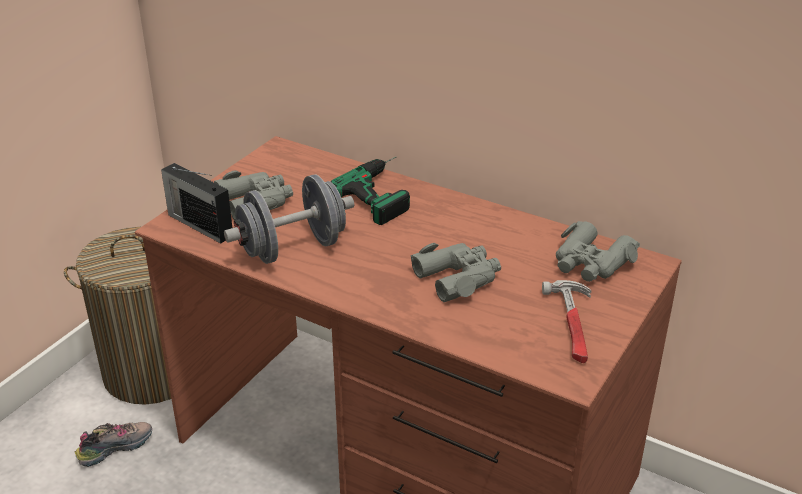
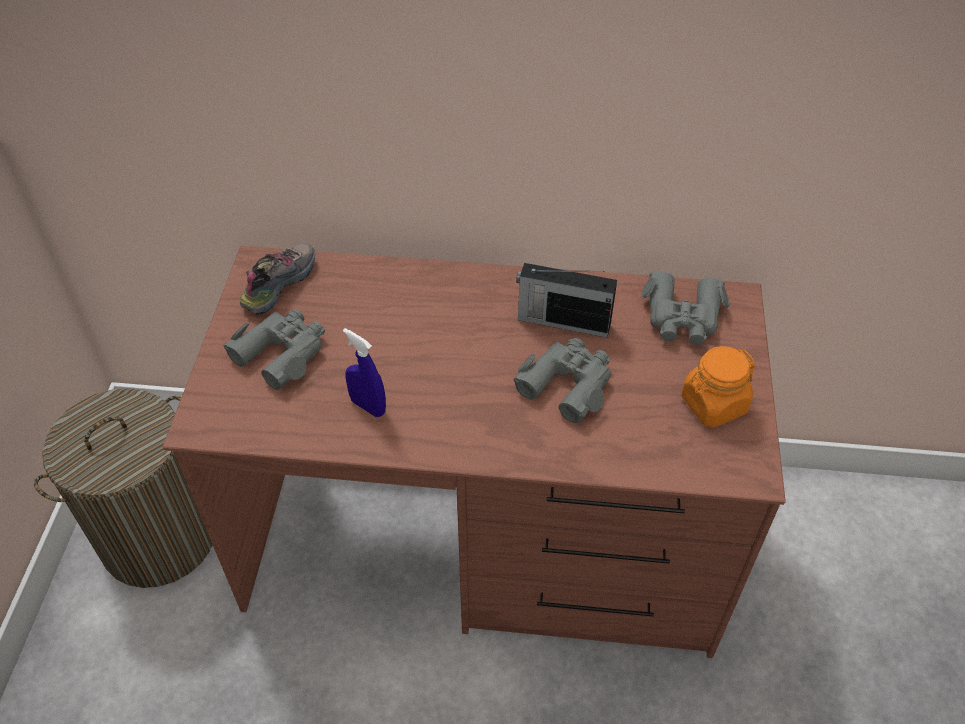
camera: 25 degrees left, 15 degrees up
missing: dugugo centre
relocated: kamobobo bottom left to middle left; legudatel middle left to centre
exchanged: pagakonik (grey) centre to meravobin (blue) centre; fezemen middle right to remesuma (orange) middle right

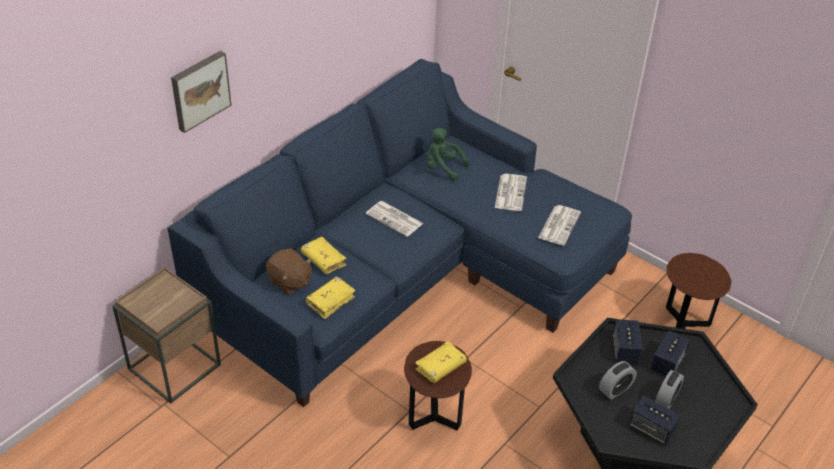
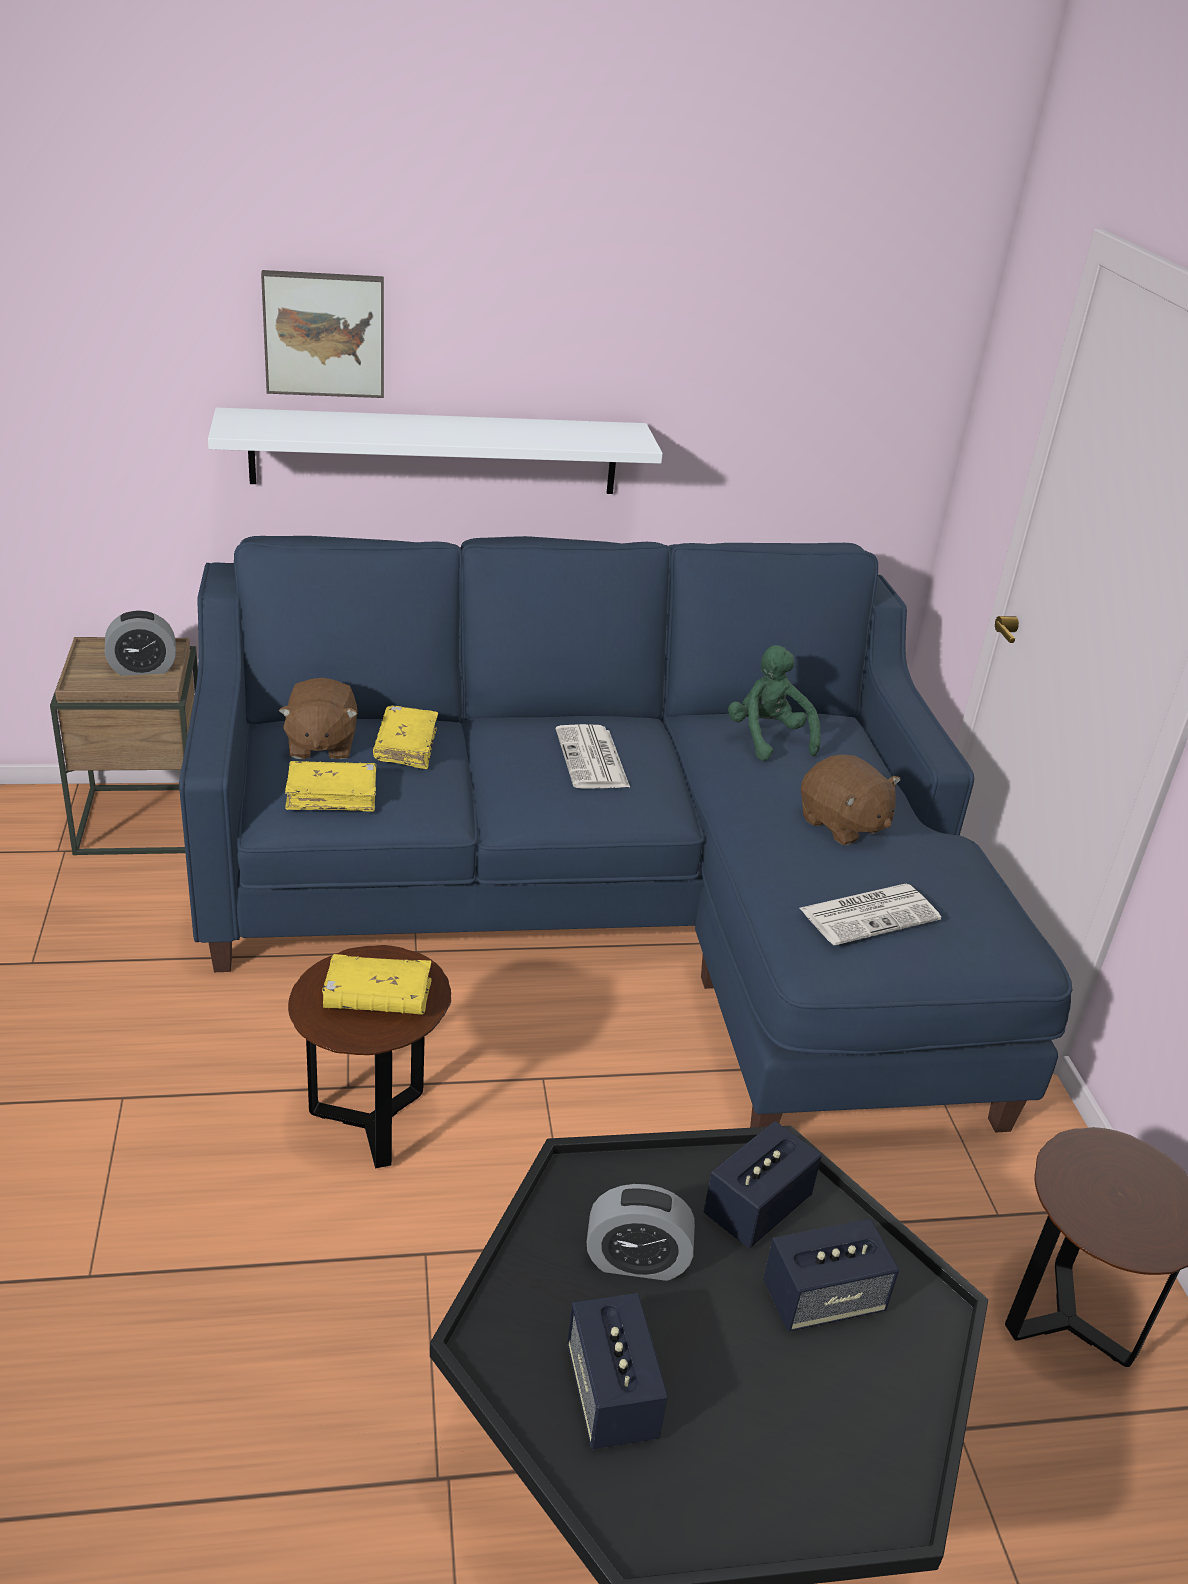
camera: 40 degrees right, 10 degrees down
appeared: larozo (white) top centre
relocated: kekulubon (no. 2 from left in the first image) bottom right to kekulubon (no. 1 from left) middle left
exchanged: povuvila (no. 2 from left) centre to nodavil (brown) (no. 2 from left) middle right

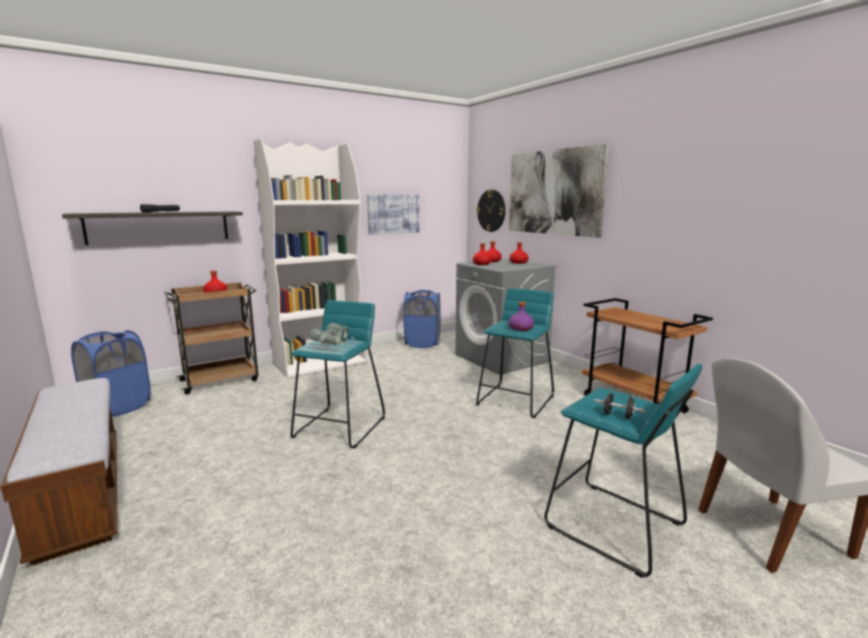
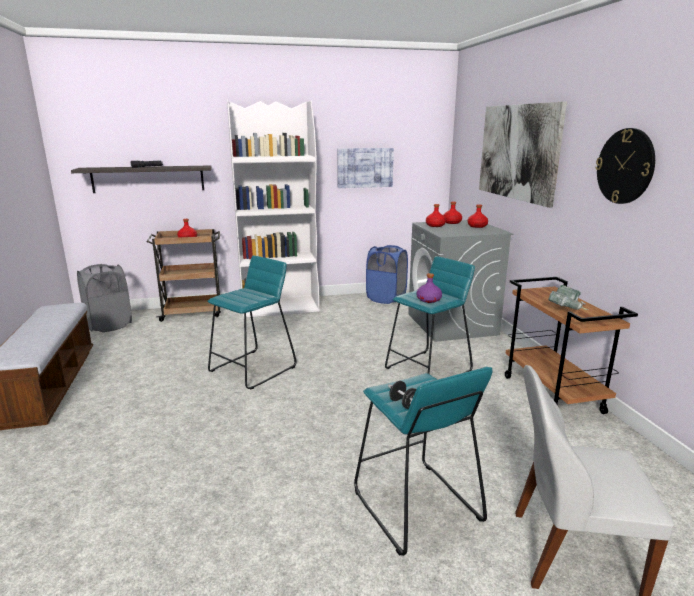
camera: 20 degrees right, 5 degrees up
relocated: dugugo centre to middle right; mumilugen top centre to top right
colour: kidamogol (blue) (no. 1 from left) middle left to kidamogol (grey) middle left

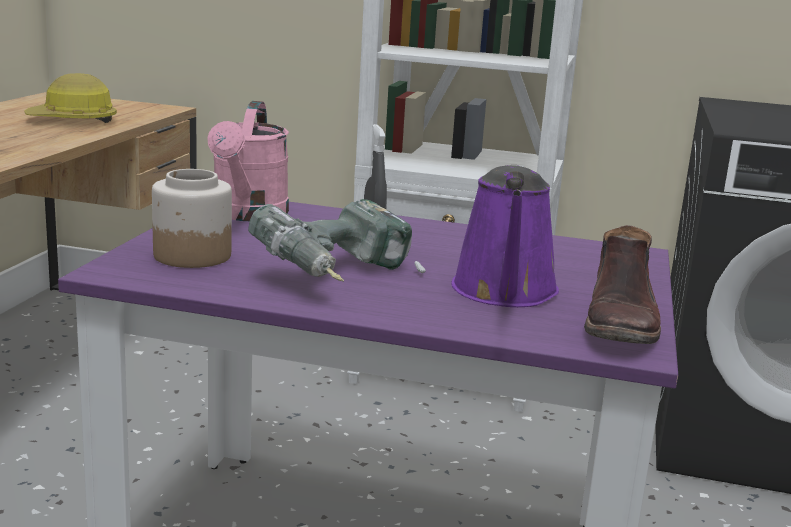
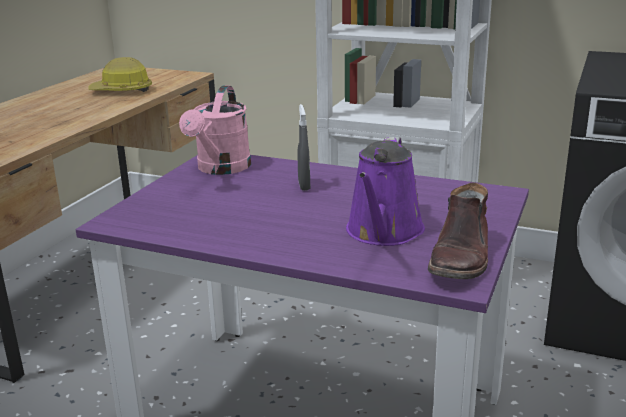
camera: 10 degrees right, 5 degrees up
missing: remesuma middle left; dugugo centre

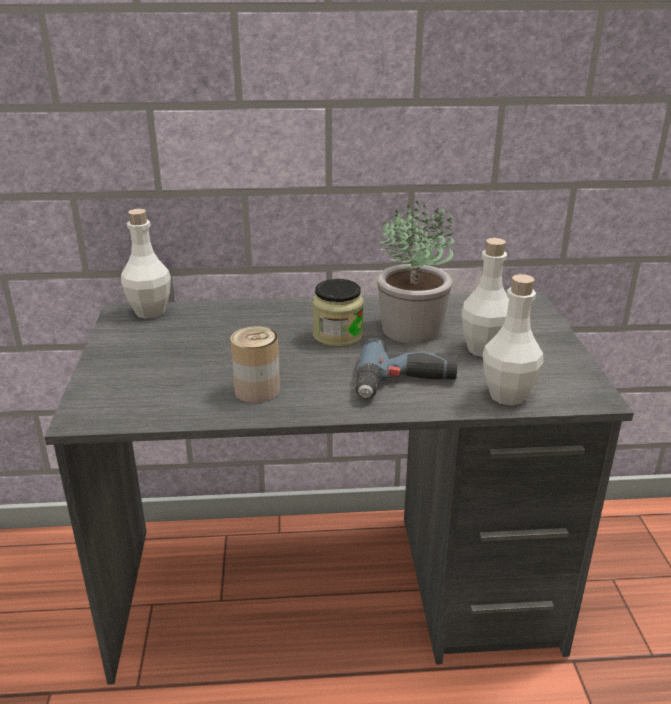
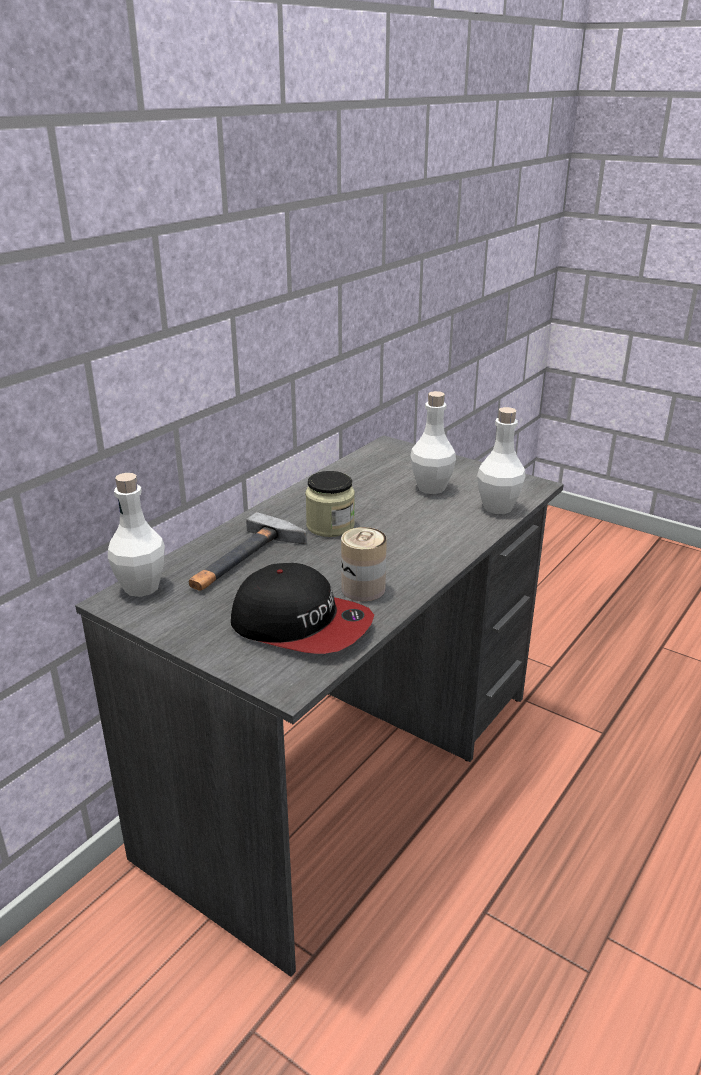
camera: 50 degrees left, 0 degrees up
missing: dugugo centre; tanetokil centre
appeared: fezemen centre; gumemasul centre

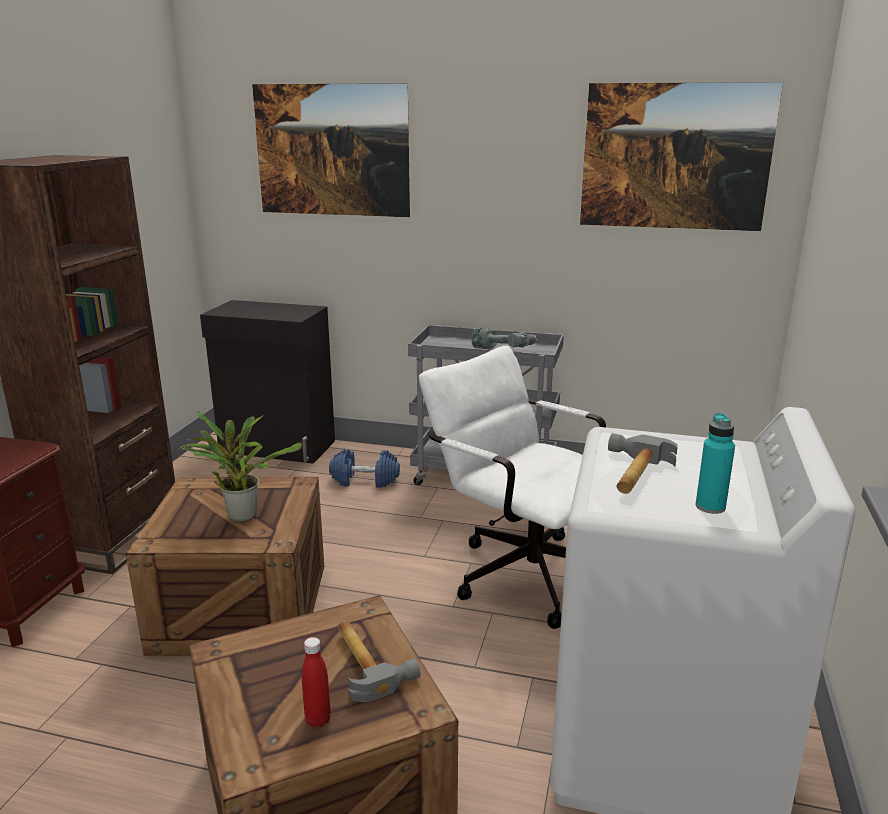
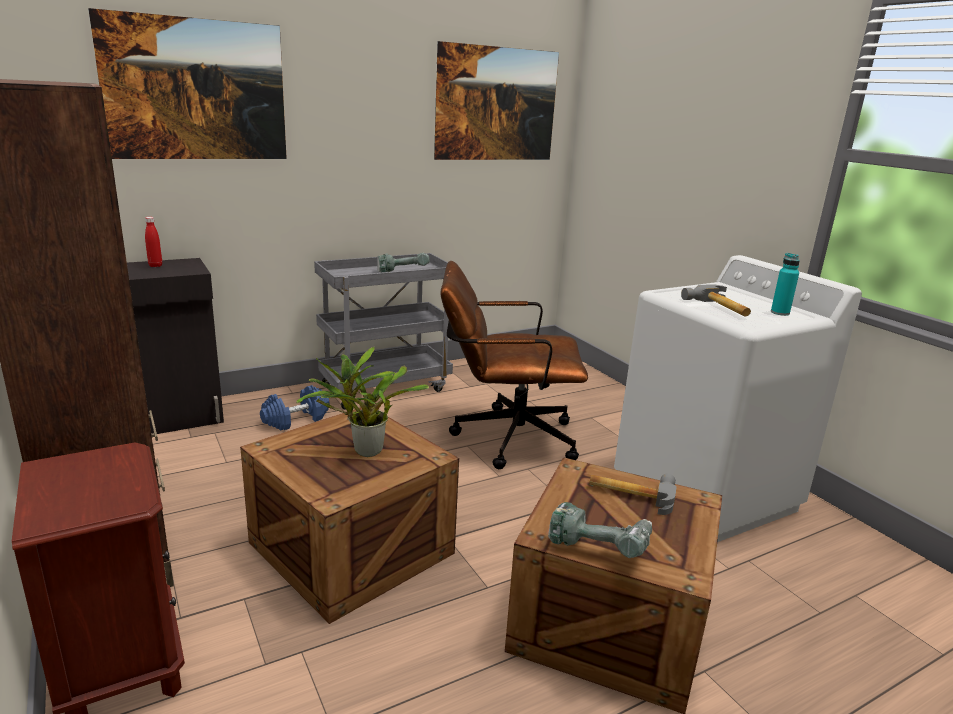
camera: 45 degrees left, 0 degrees up
appeared: dugugo (no. 2 from left) bottom centre
relocated: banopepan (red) bottom centre to middle left
colour: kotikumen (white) centre to kotikumen (brown) centre

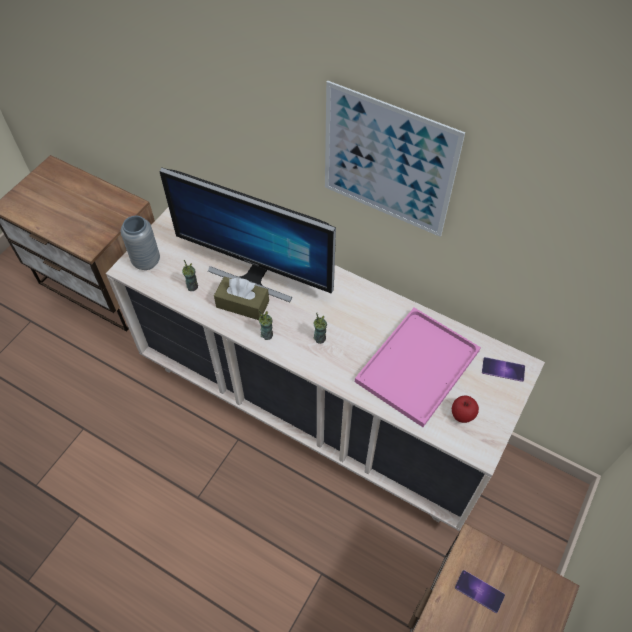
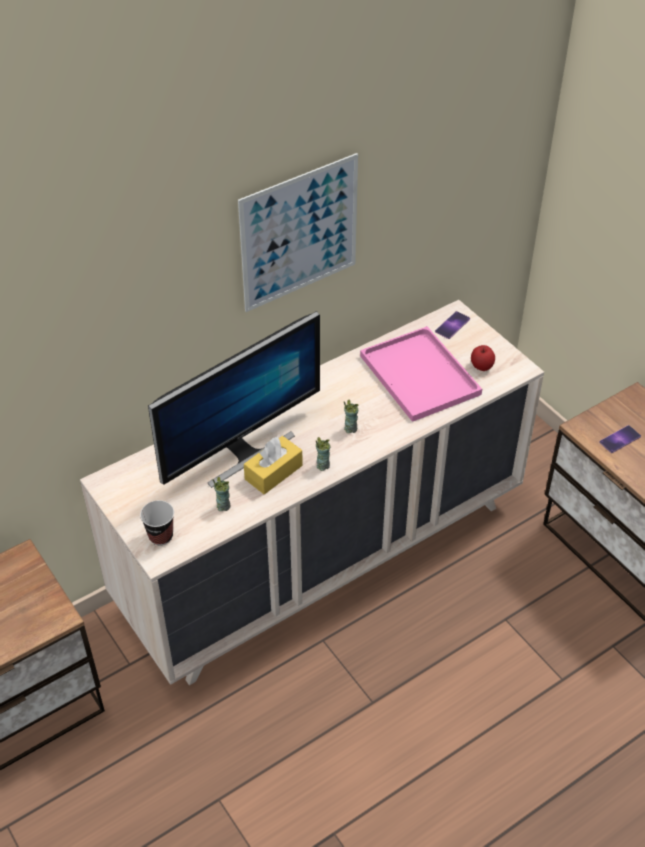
camera: 65 degrees left, 10 degrees down
exchanged: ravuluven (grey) middle left to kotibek (no. 1 from left) middle left
colour: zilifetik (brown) centre to zilifetik (yellow) centre

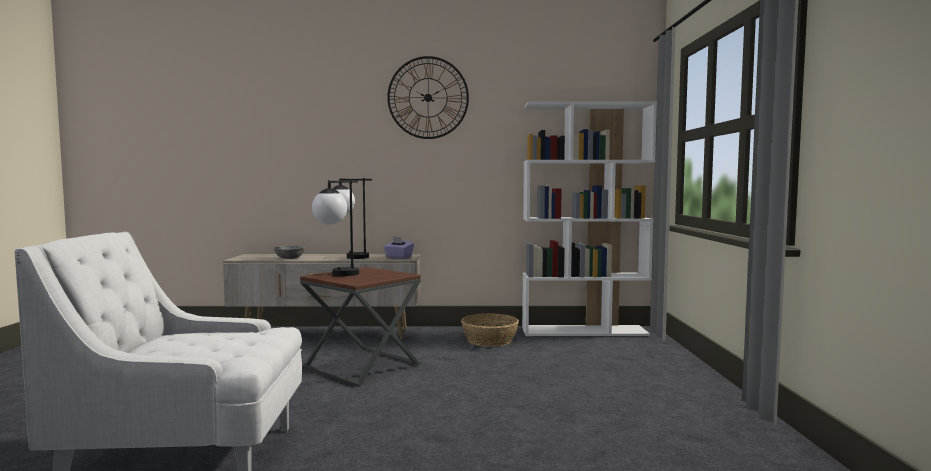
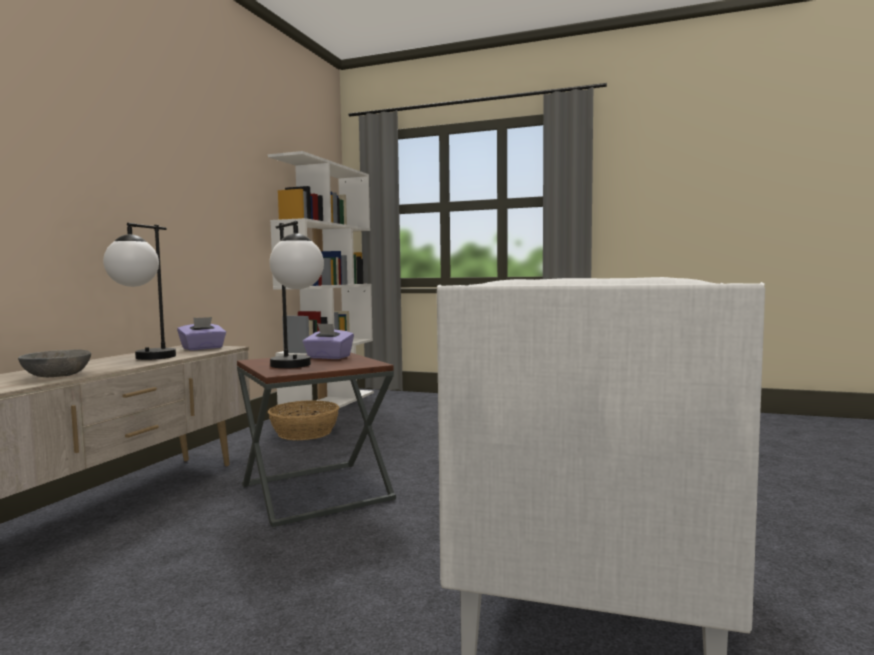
camera: 70 degrees left, 0 degrees up
missing: mumilugen top centre
appeared: zilifetik (purple) (no. 2 from left) centre

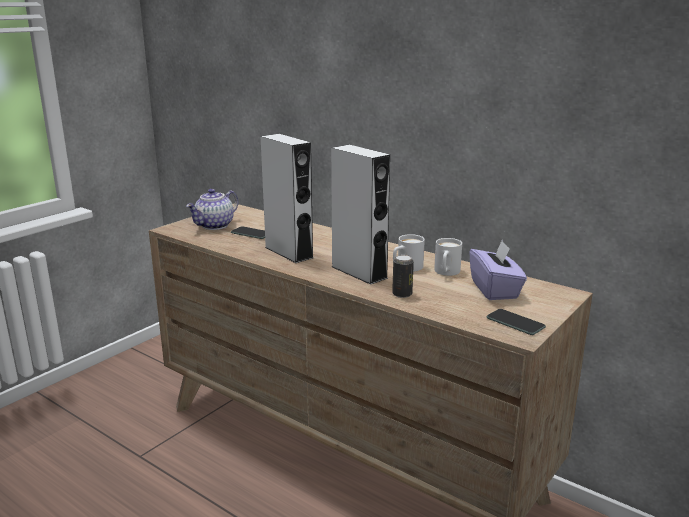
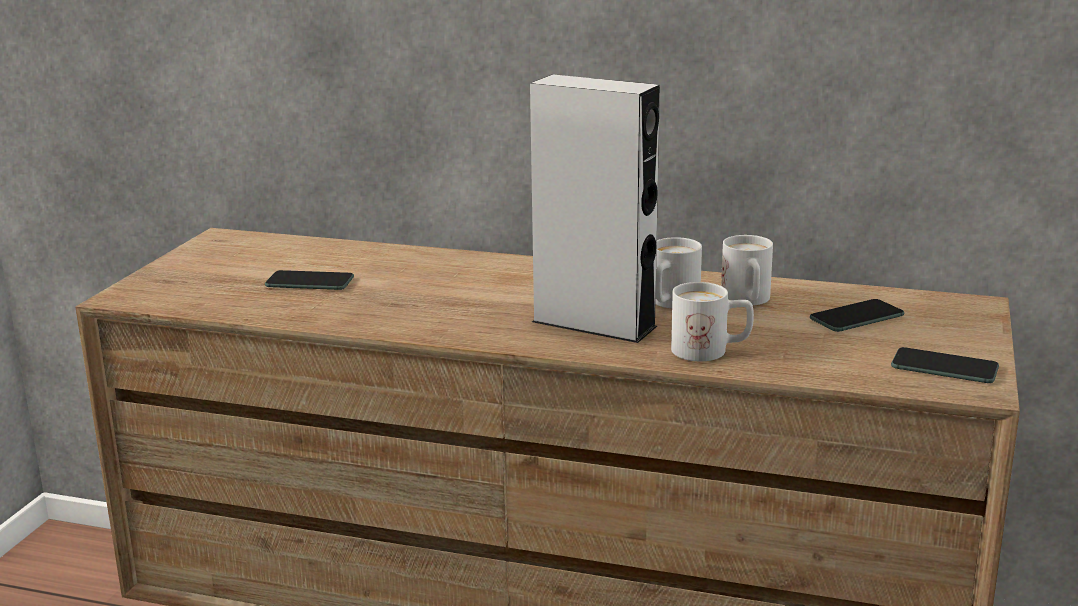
camera: 20 degrees left, 0 degrees up
missing: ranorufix middle left; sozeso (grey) (no. 1 from left) centre
exchanged: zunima centre to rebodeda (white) (no. 2 from left) centre; zilifetik (purple) middle right to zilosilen (no. 2 from left) middle right

